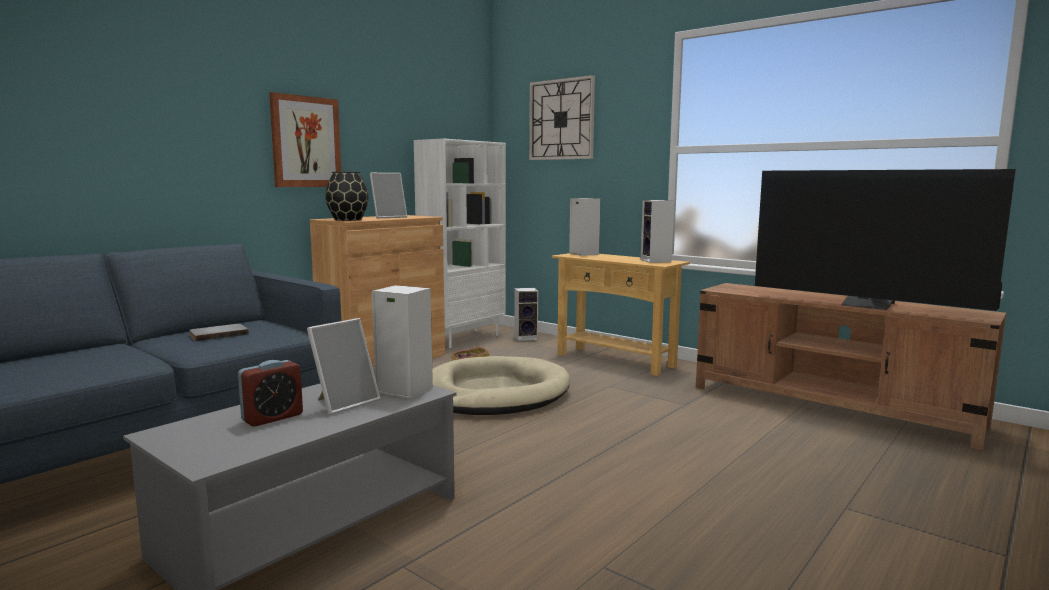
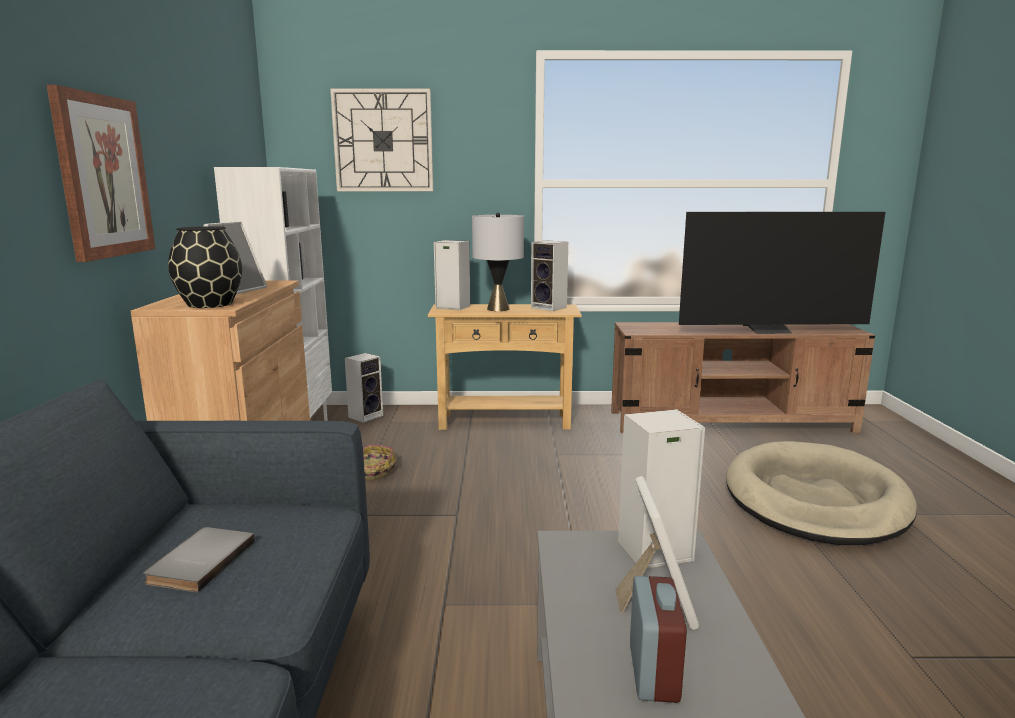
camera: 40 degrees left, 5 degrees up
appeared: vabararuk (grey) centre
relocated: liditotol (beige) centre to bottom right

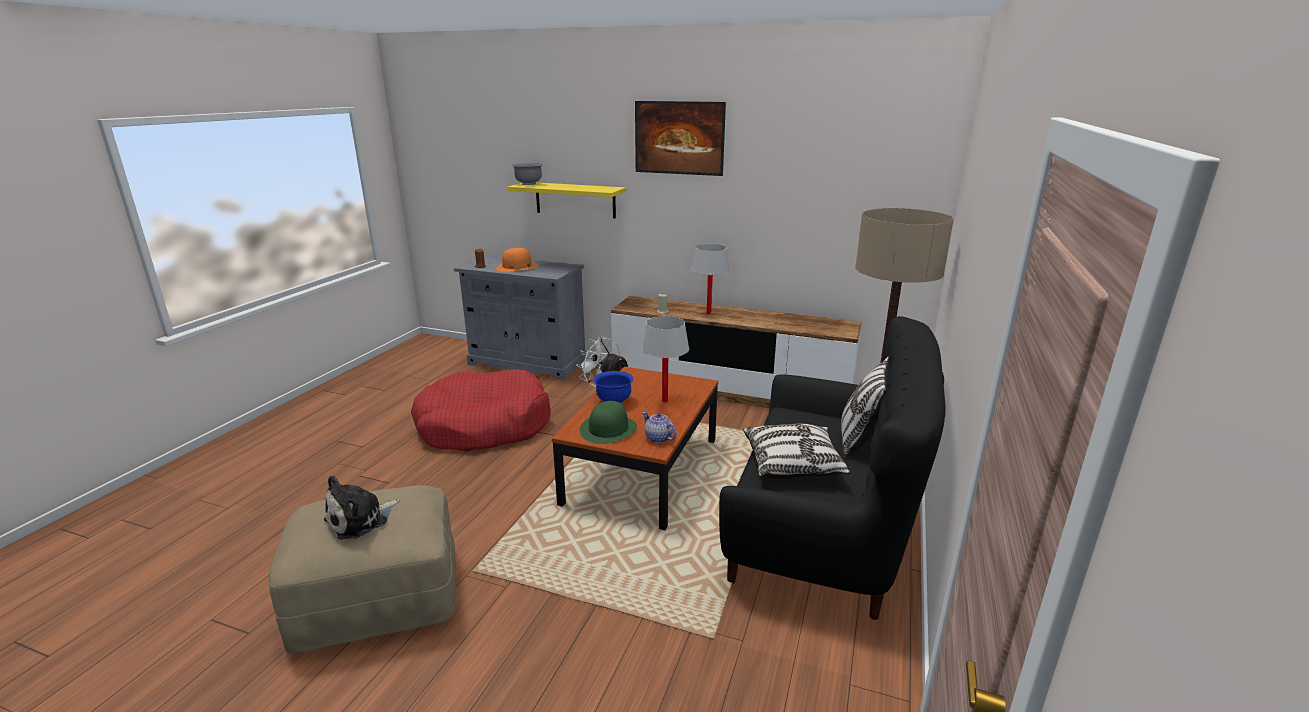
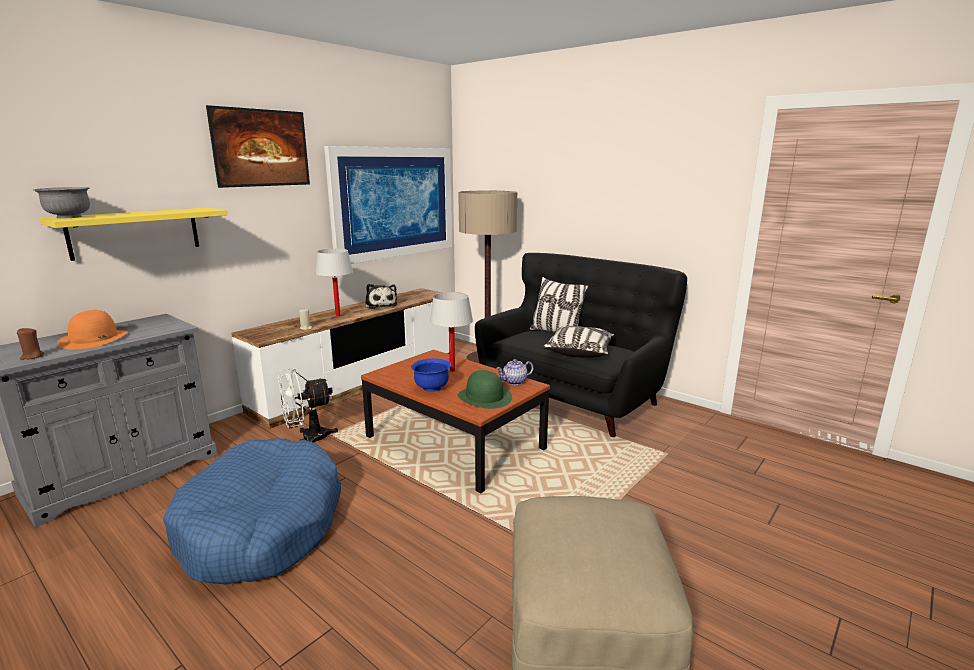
camera: 70 degrees left, 5 degrees down
appeared: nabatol (no. 2 from left) top centre
relocated: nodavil bottom left to centre
colour: liditotol (red) centre to liditotol (blue) bottom left

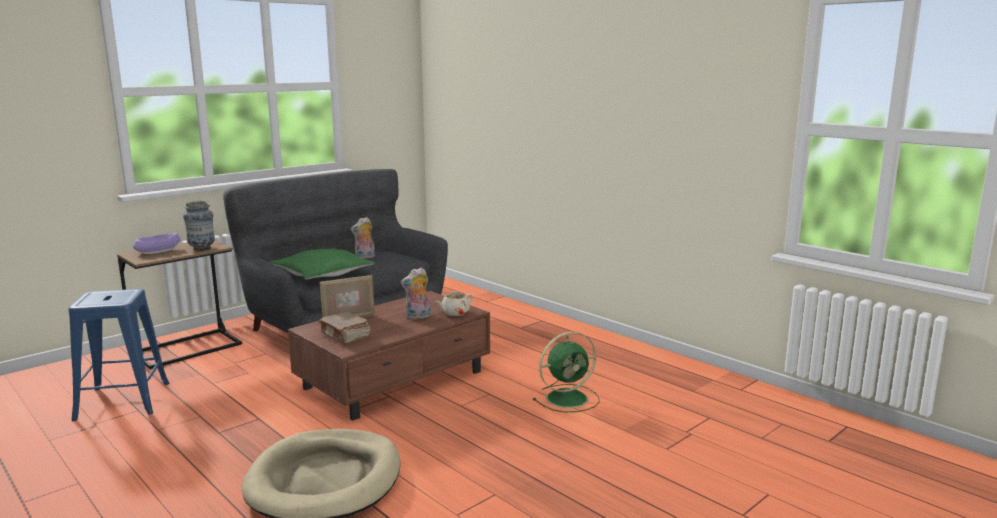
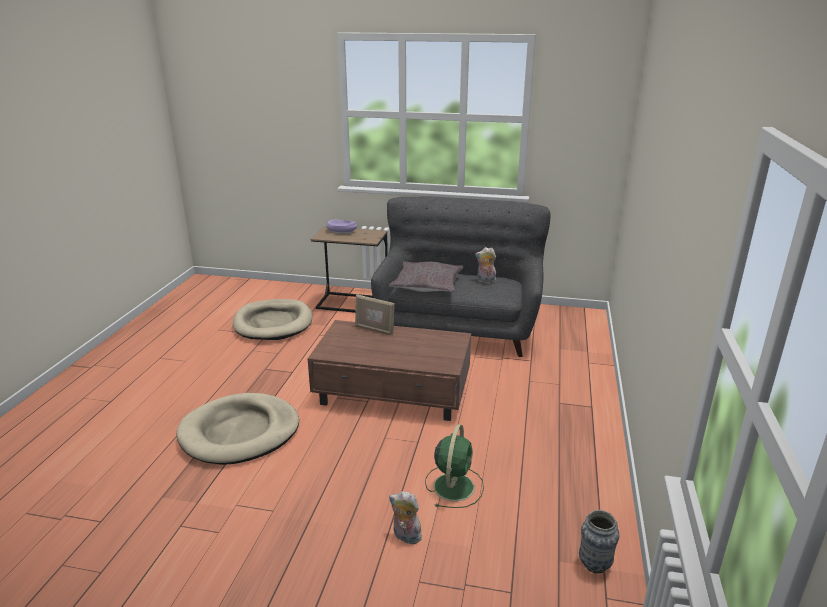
camera: 55 degrees right, 10 degrees up
missing: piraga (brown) centre; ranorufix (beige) centre
relocated: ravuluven middle left to bottom right; nodavil (no. 2 from left in the first image) centre to nodavil (no. 1 from left) bottom centre
exchanged: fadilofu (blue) bottom left to liditotol (beige) (no. 2 from left) middle left
colour: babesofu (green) middle left to babesofu (grey) centre
spun: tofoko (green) bottom centre = bottom centre 105 degrees counterclockwise

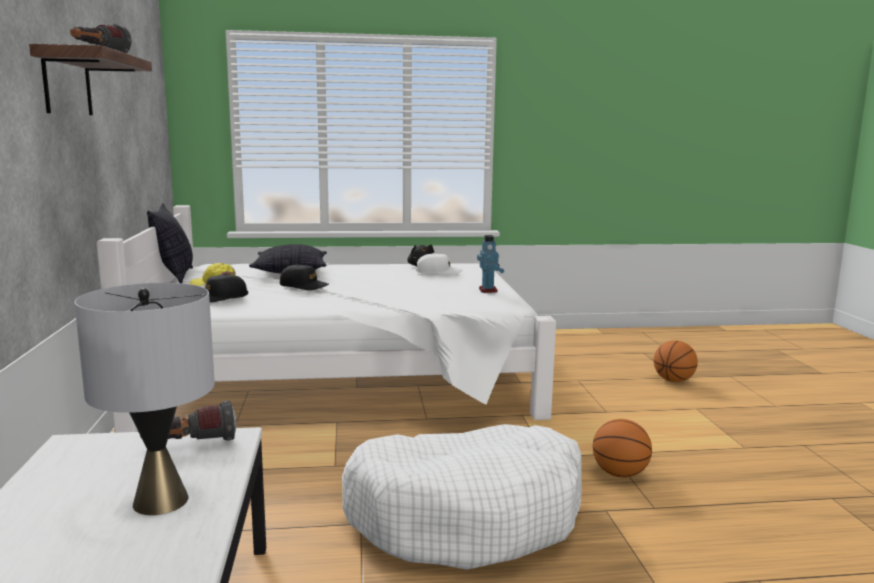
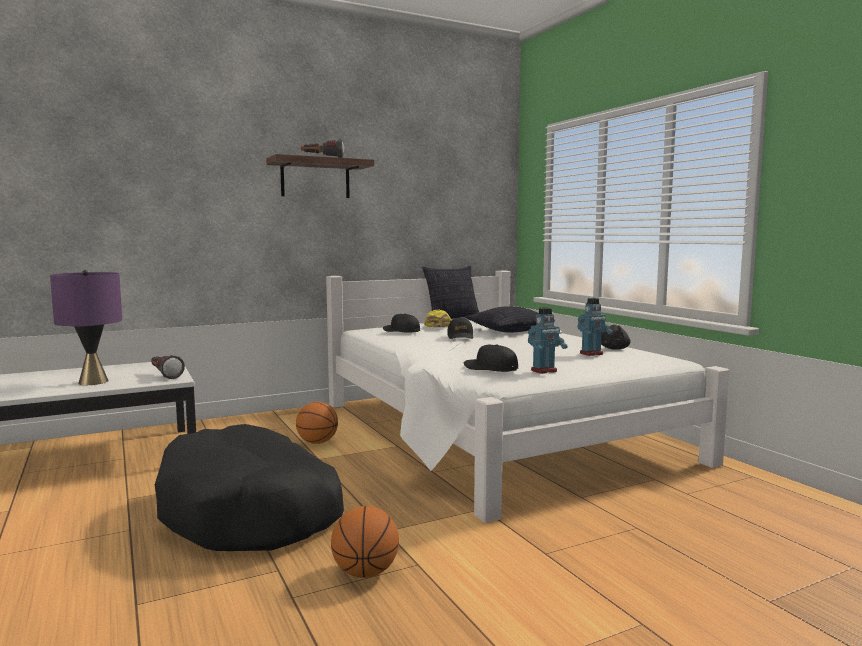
camera: 70 degrees right, 5 degrees down
appeared: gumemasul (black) (no. 3 from left) centre
relocated: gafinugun (no. 2 from left in the first image) middle right to gafinugun (no. 1 from left) centre
exchanged: gumemasul (white) centre to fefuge (no. 2 from left) middle right
colour: vabararuk (grey) bottom left to vabararuk (purple) middle left; liditotol (white) bottom centre to liditotol (black) bottom left

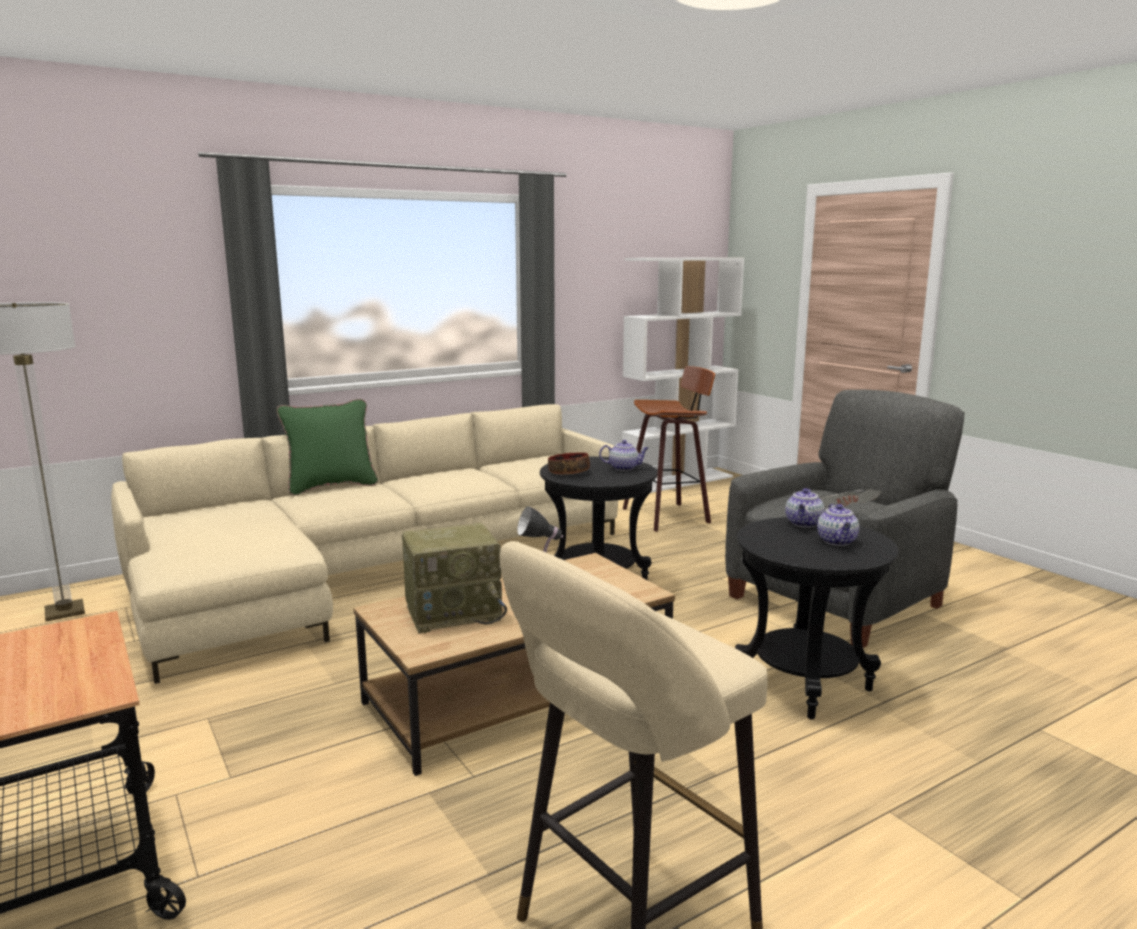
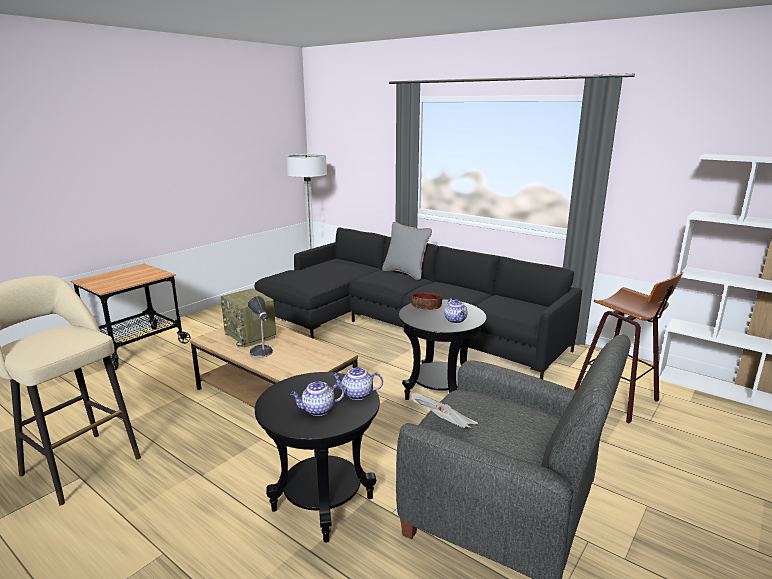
camera: 70 degrees right, 5 degrees up
colour: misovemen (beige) middle left to misovemen (black) centre; babesofu (green) middle left to babesofu (grey) centre

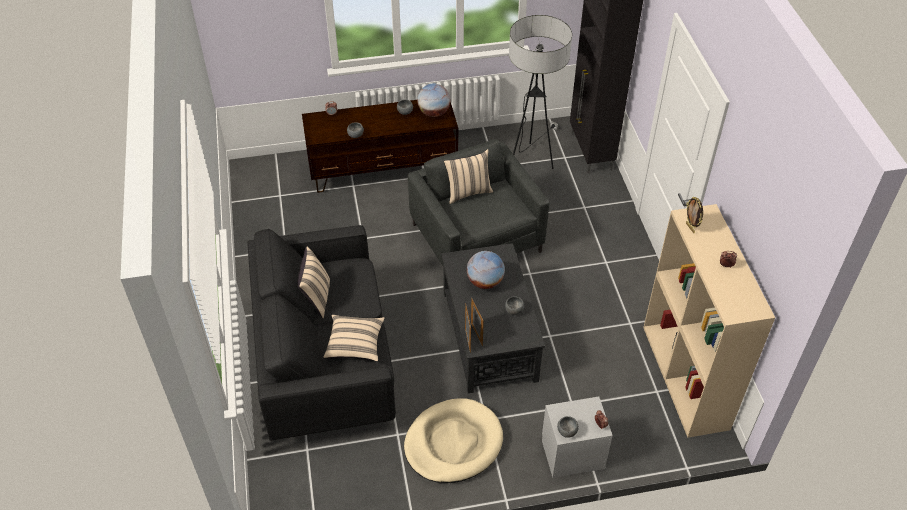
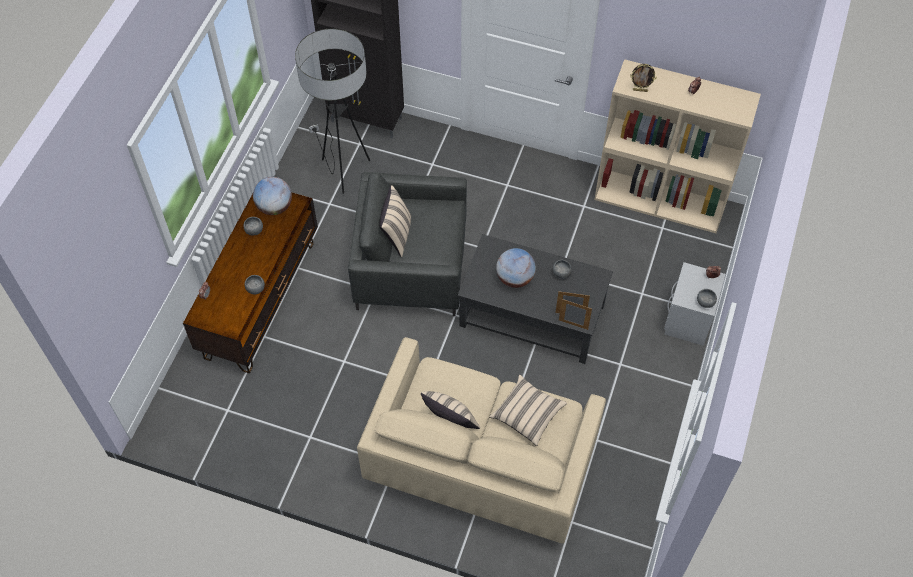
camera: 60 degrees left, 10 degrees up
missing: liditotol (beige) bottom centre
colour: misovemen (black) centre to misovemen (beige) bottom centre

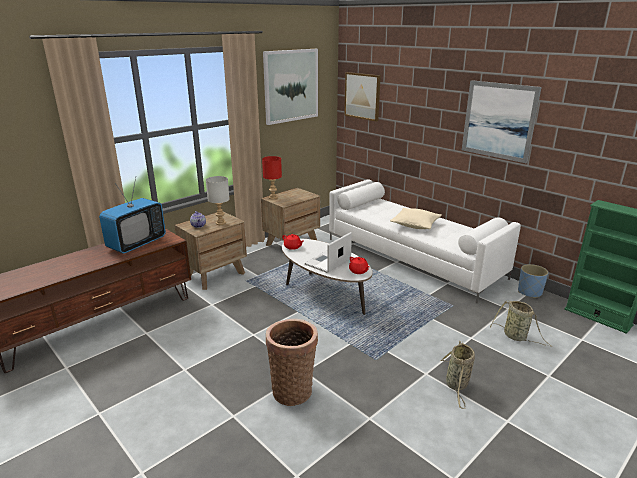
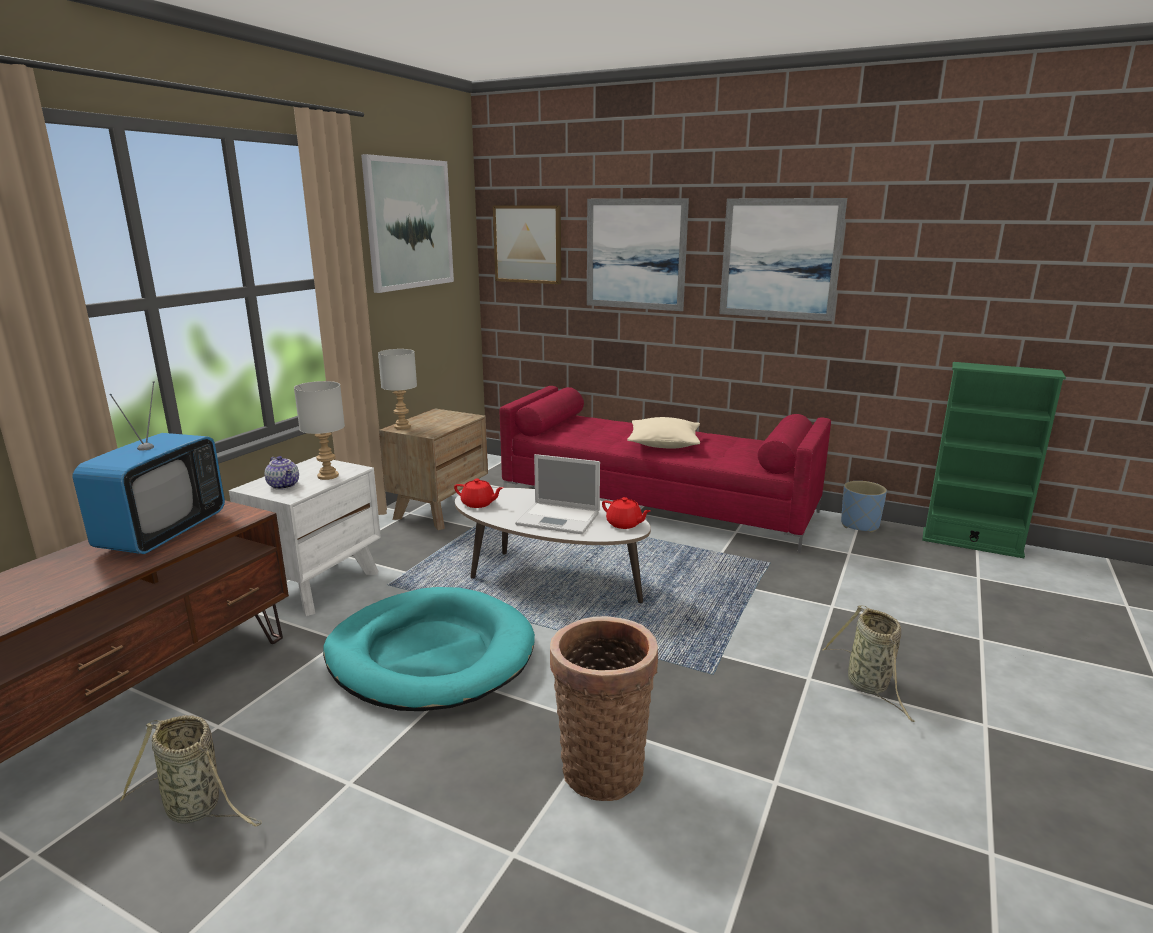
camera: 20 degrees left, 5 degrees down
appeared: liditotol (turquoise) bottom centre; nabatol (no. 3 from left) top centre
relocated: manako (no. 3 from left in the first image) bottom right to manako (no. 1 from left) bottom left
colour: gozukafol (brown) (no. 1 from left) middle left to gozukafol (white) middle left; vabararuk (red) centre to vabararuk (grey) (no. 2 from left) centre; misovemen (white) middle right to misovemen (red) centre
spun: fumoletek centre = centre 90 degrees counterclockwise

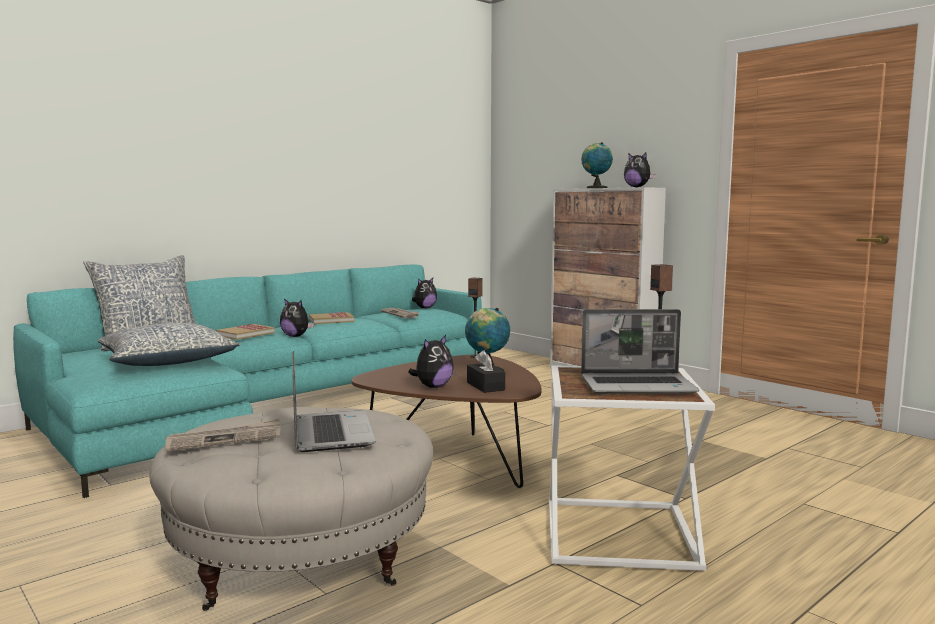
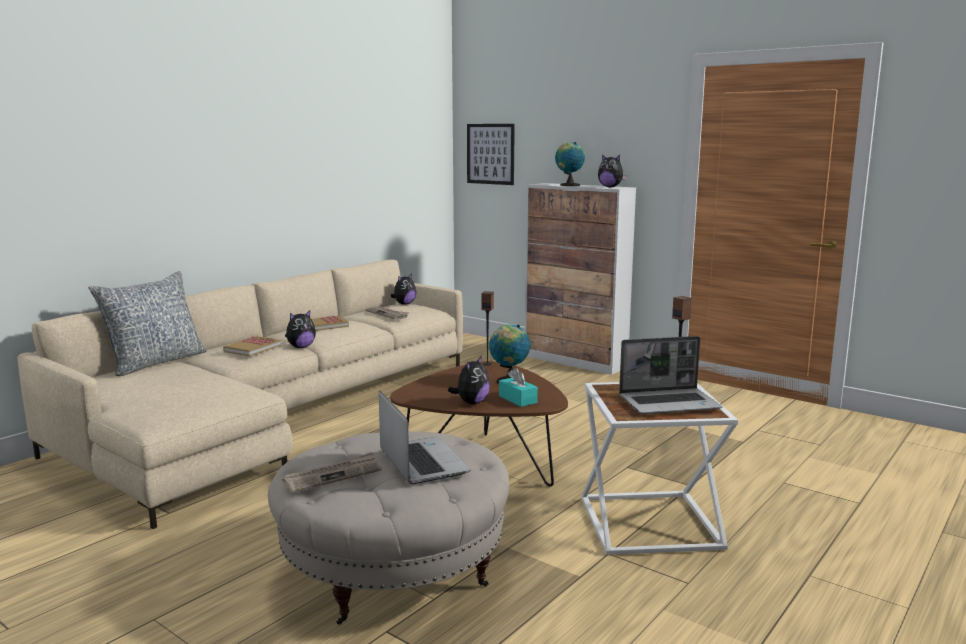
camera: 10 degrees left, 5 degrees up
missing: babesofu (no. 2 from left) middle left
appeared: nabatol top centre
colour: misovemen (turquoise) middle left to misovemen (beige) middle left; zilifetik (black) centre to zilifetik (turquoise) centre
spun: nodavil (no. 1 from left) middle left = middle left 60 degrees counterclockwise

